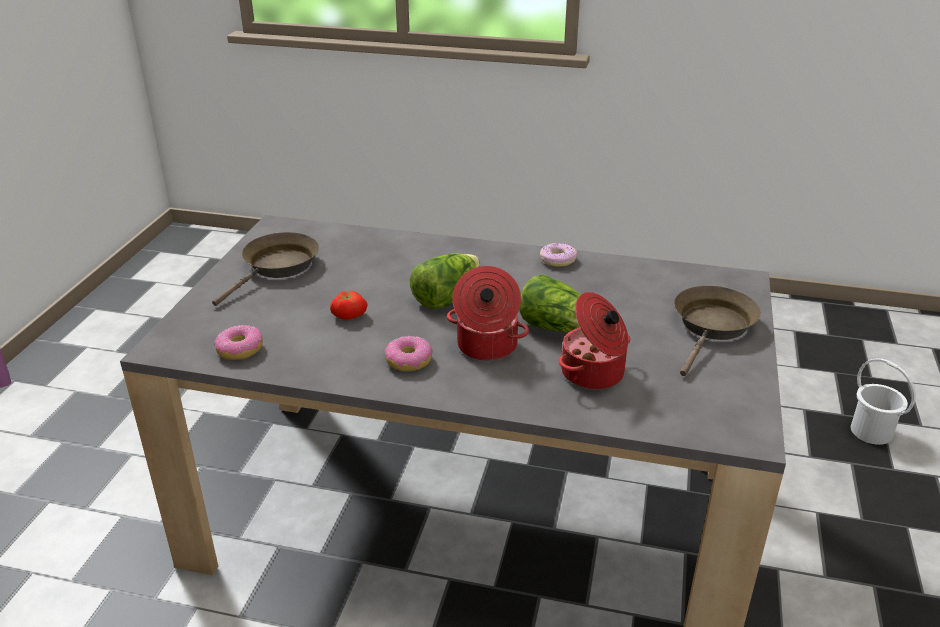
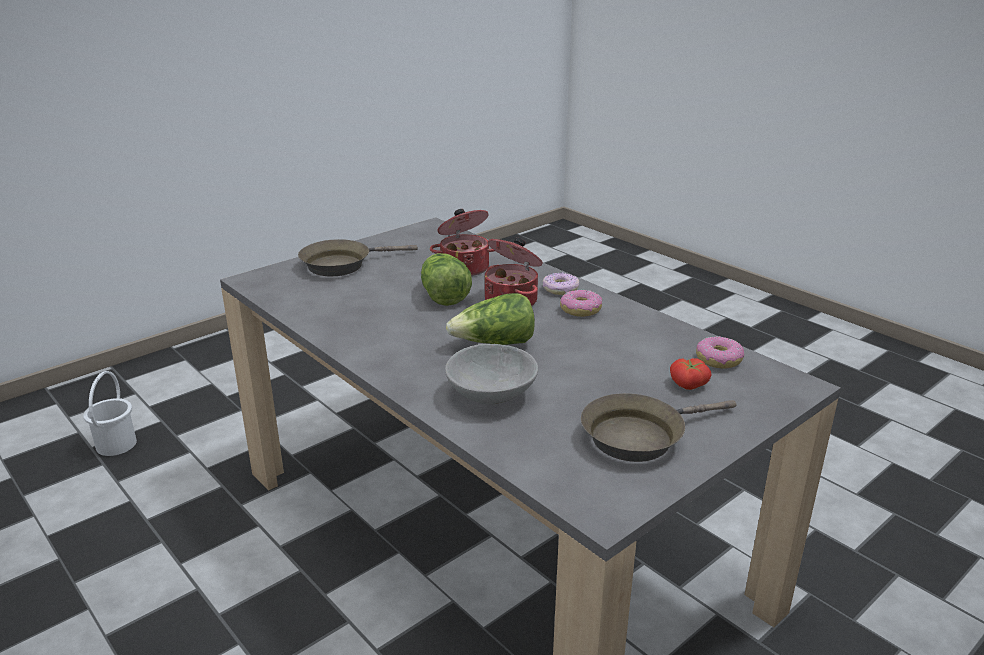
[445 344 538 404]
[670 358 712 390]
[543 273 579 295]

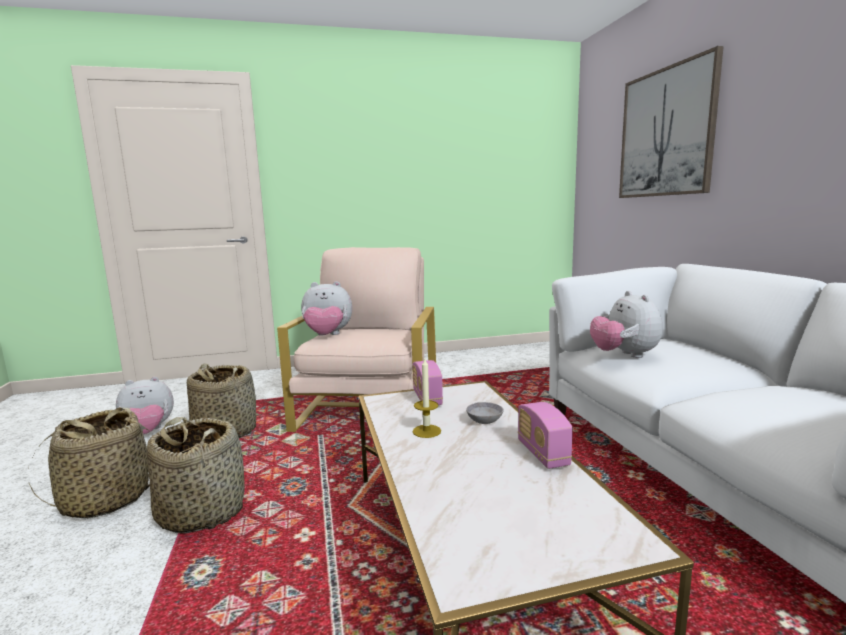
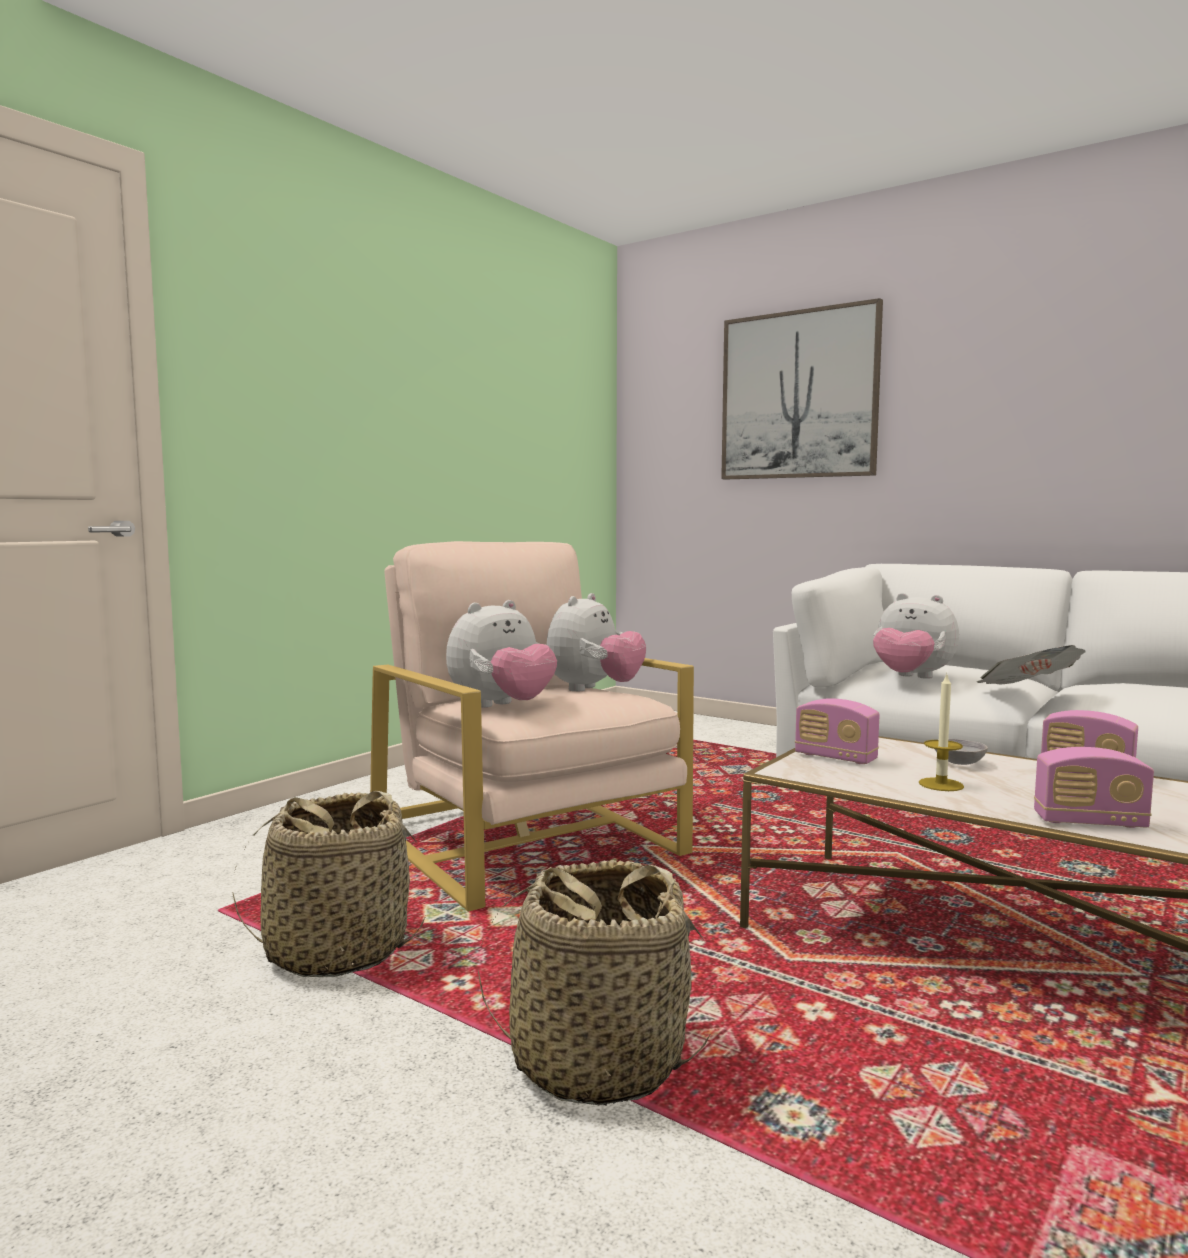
[28 407 150 519] (first image)
[977 645 1086 685]
[1034 747 1154 828]
[547 593 646 691]

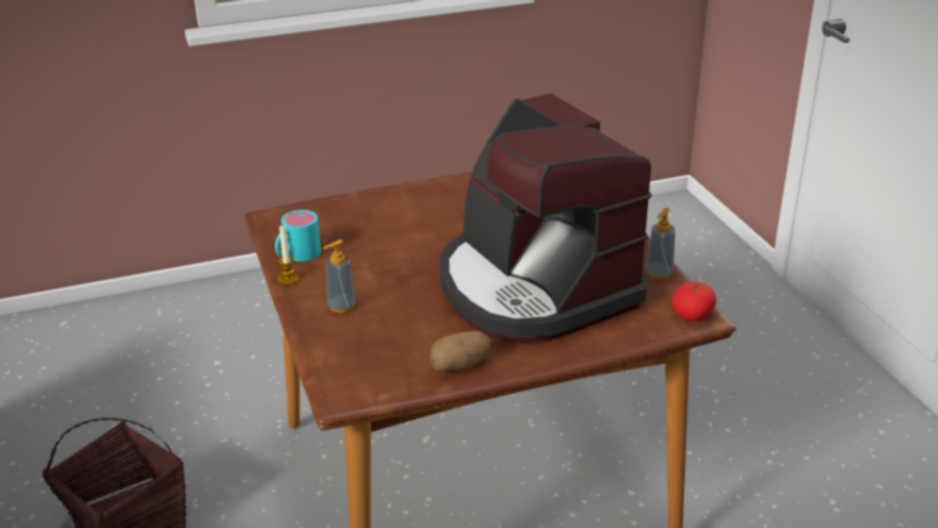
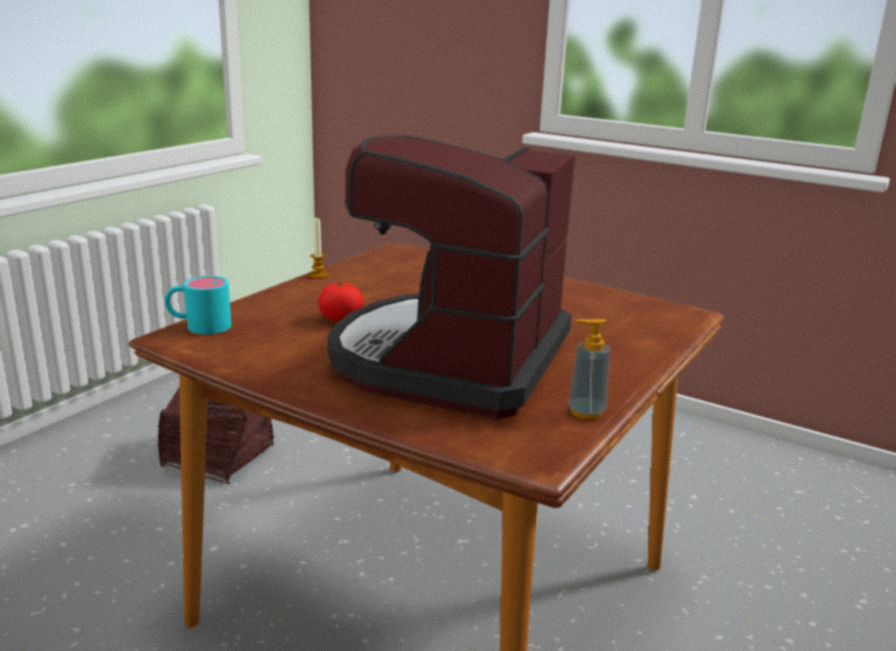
[323 240 356 313] (first image)
[430 331 491 372] (first image)
[164 276 231 334]
[318 282 364 322]

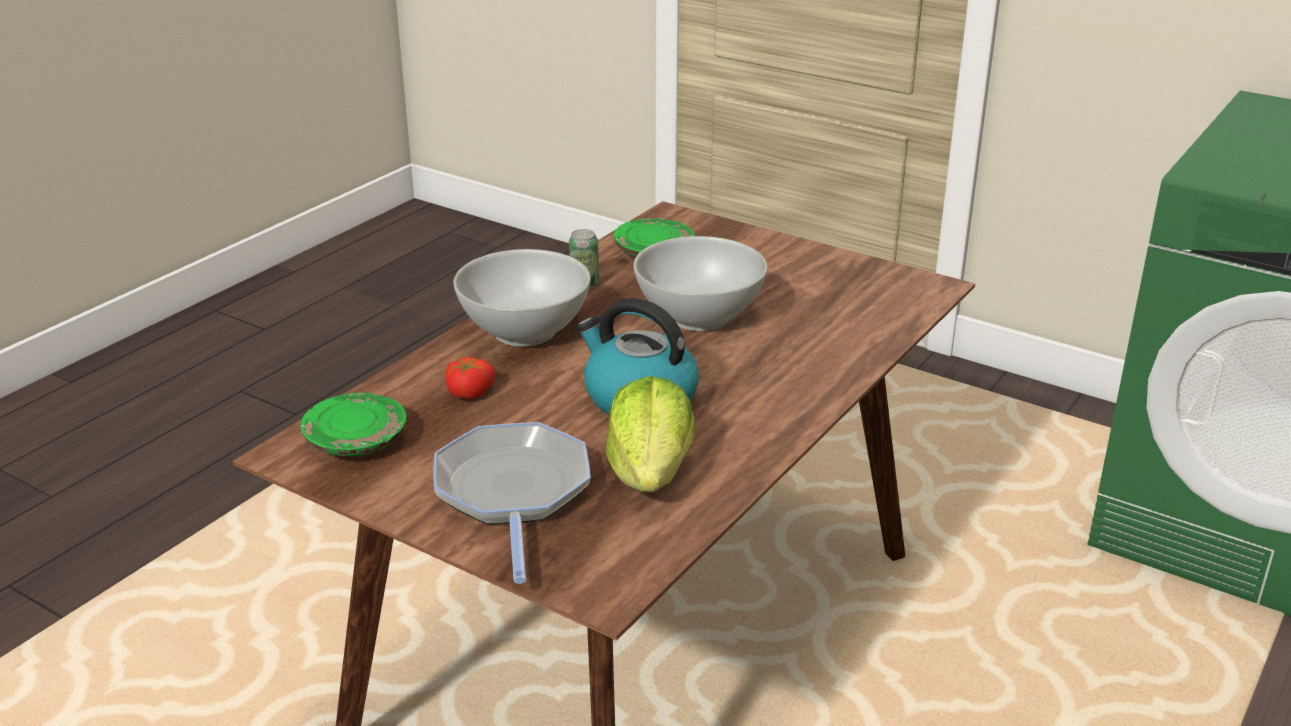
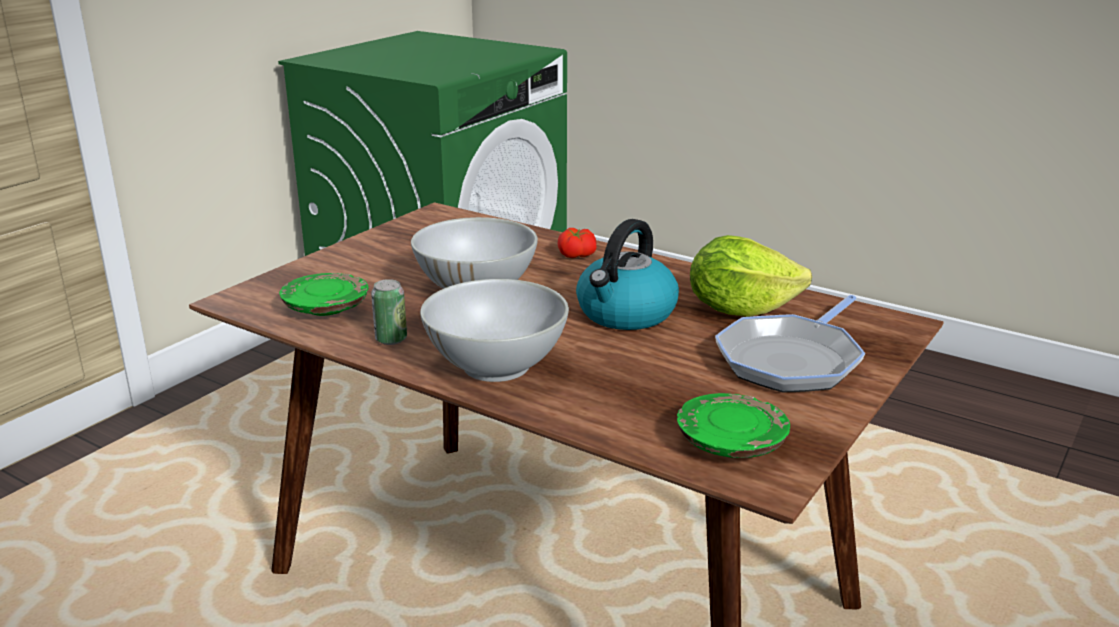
[558 228 596 258]
[715 295 865 392]

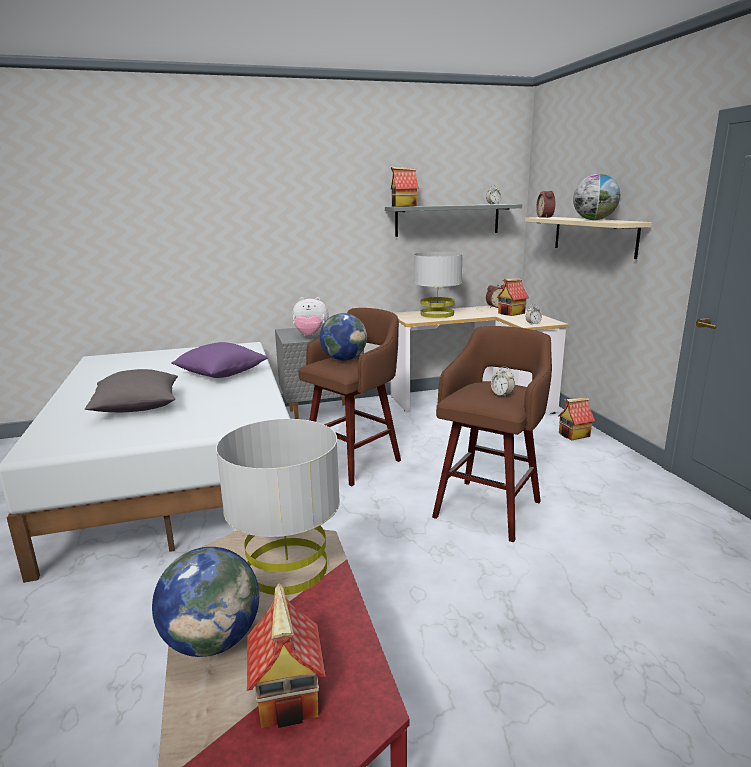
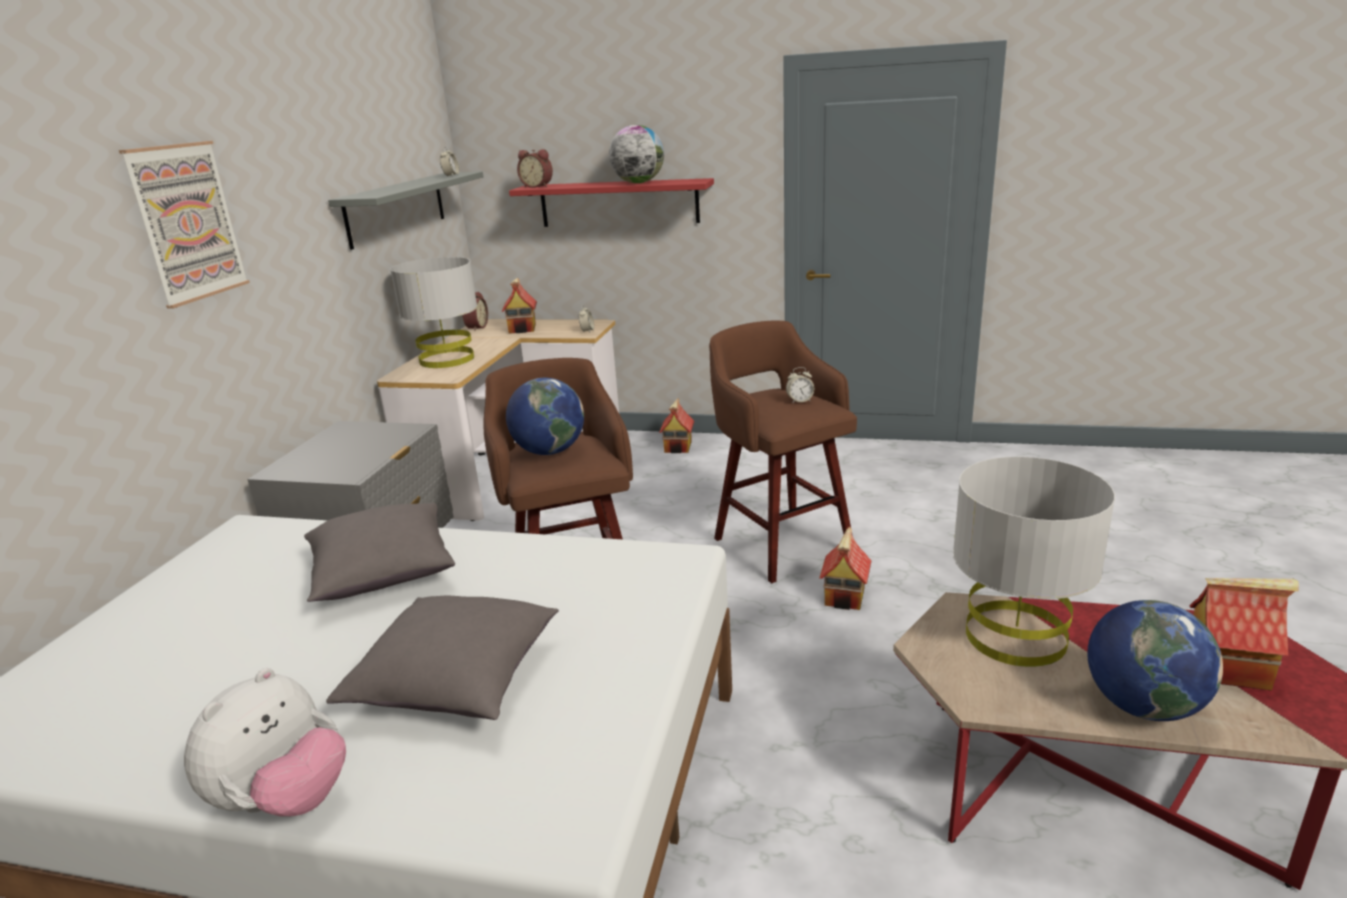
[119 141 250 308]
[184 668 346 817]
[819 527 871 610]
[304 503 455 602]
[509 178 714 227]

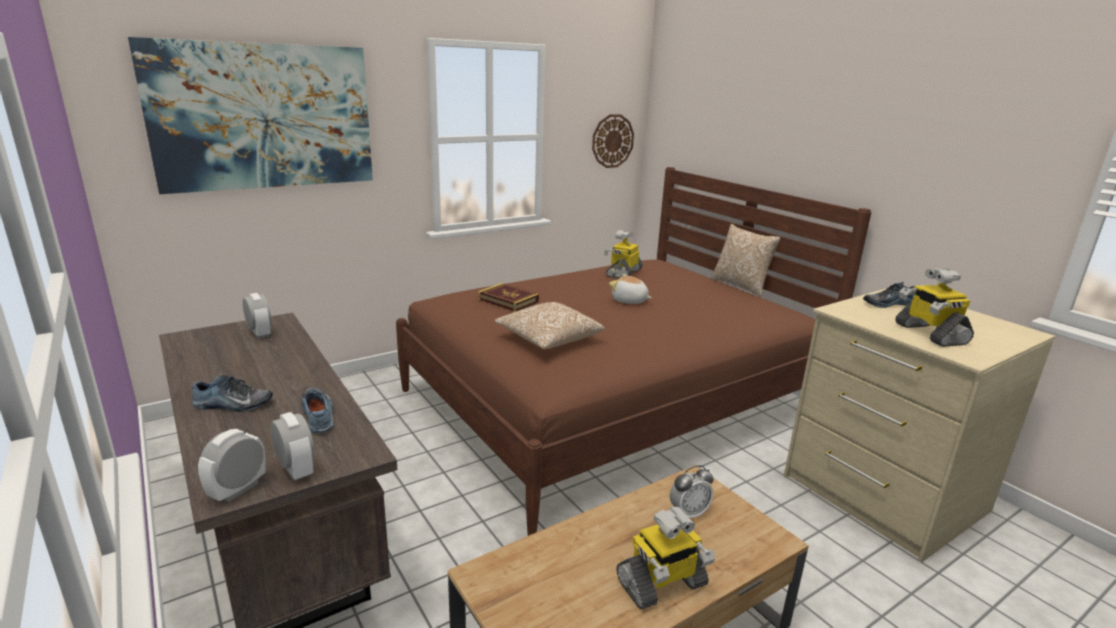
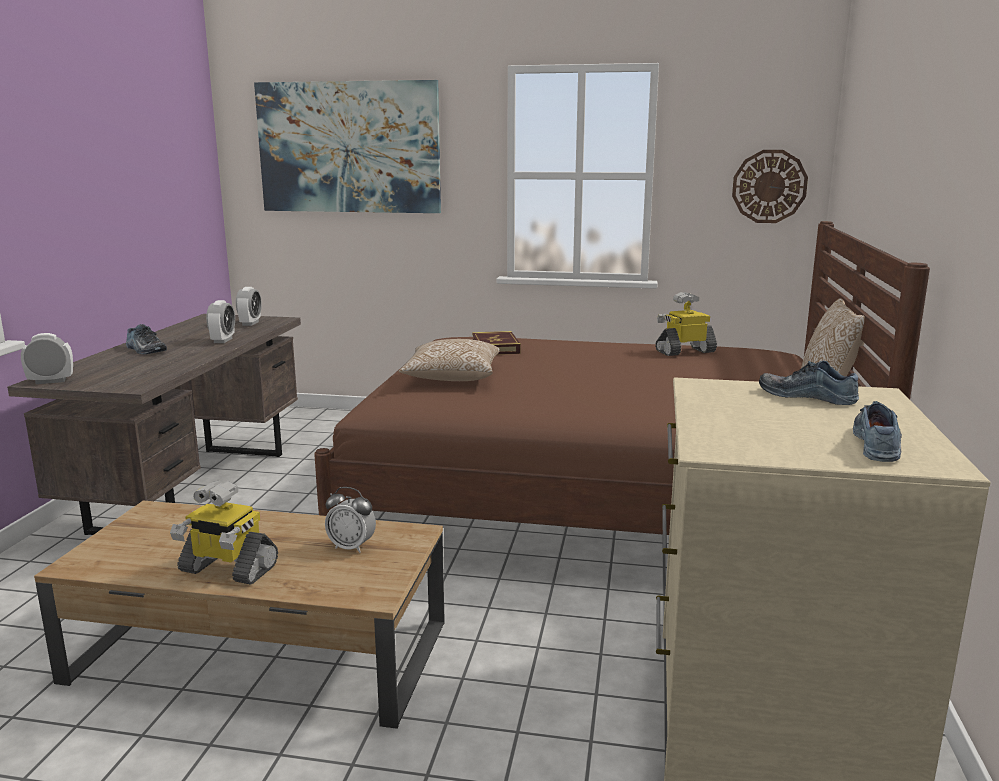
[609 274 652 304] (first image)
[895 269 974 347] (first image)
[206 300 235 343]
[853 401 902 462]

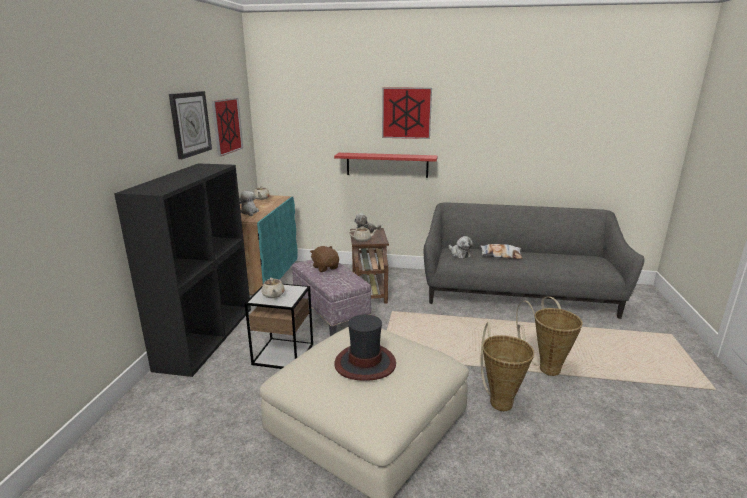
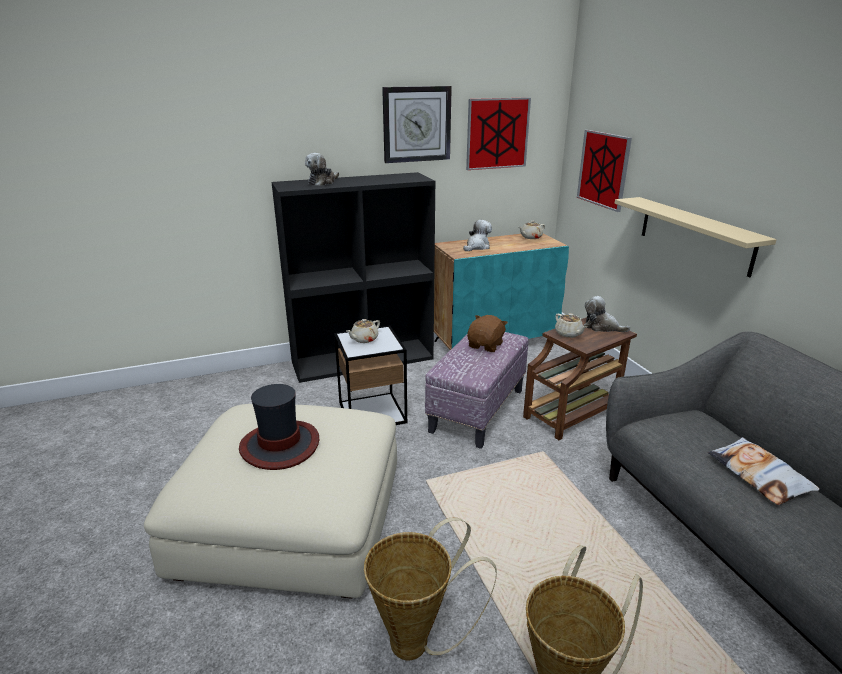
[577 130 632 212]
[305 153 339 186]
[615 197 777 277]

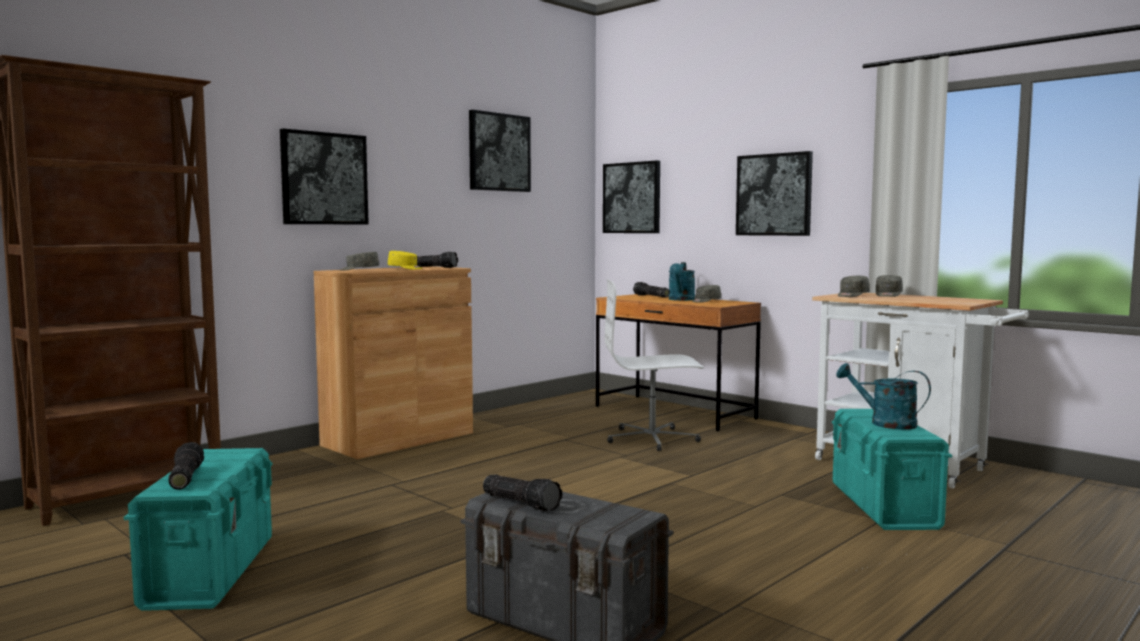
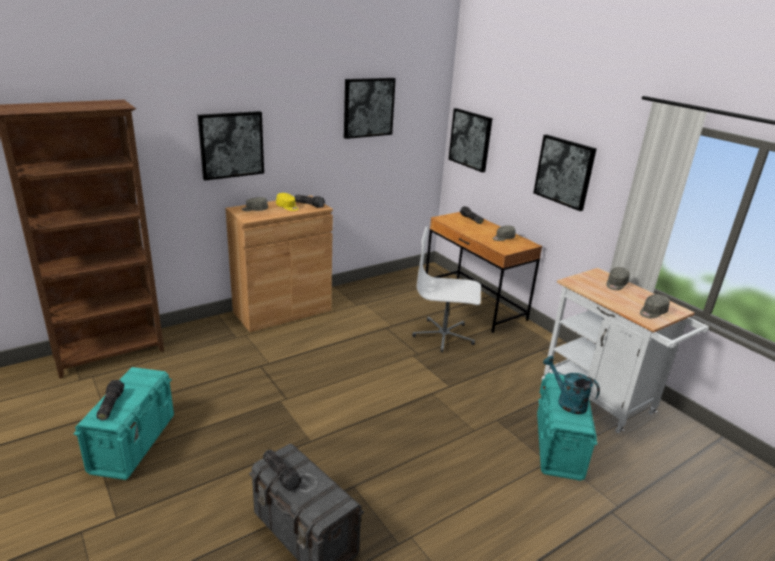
[669 262 695 301] (first image)
[640 294 670 318]

